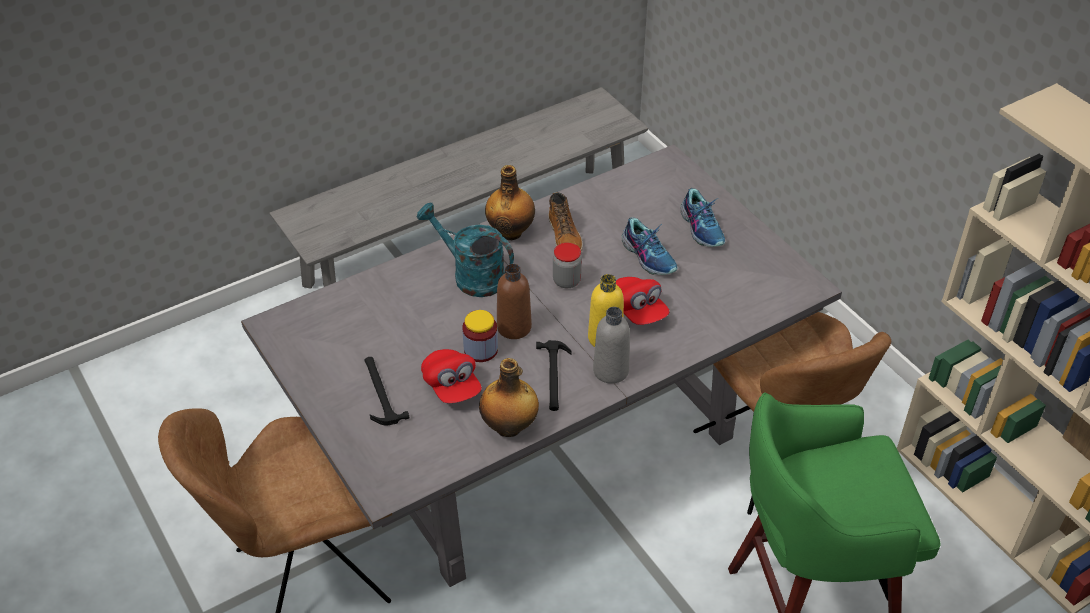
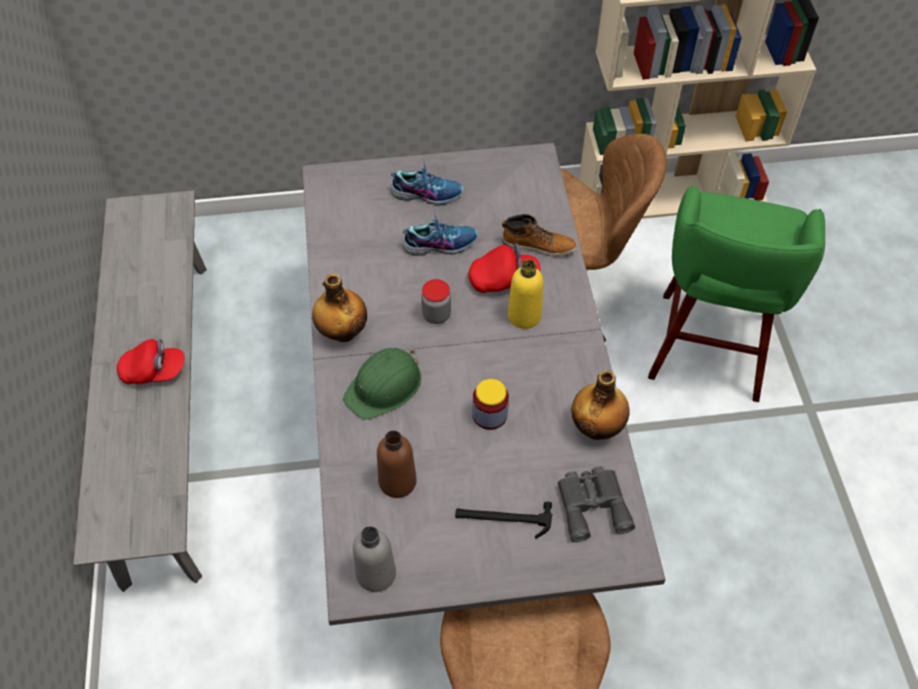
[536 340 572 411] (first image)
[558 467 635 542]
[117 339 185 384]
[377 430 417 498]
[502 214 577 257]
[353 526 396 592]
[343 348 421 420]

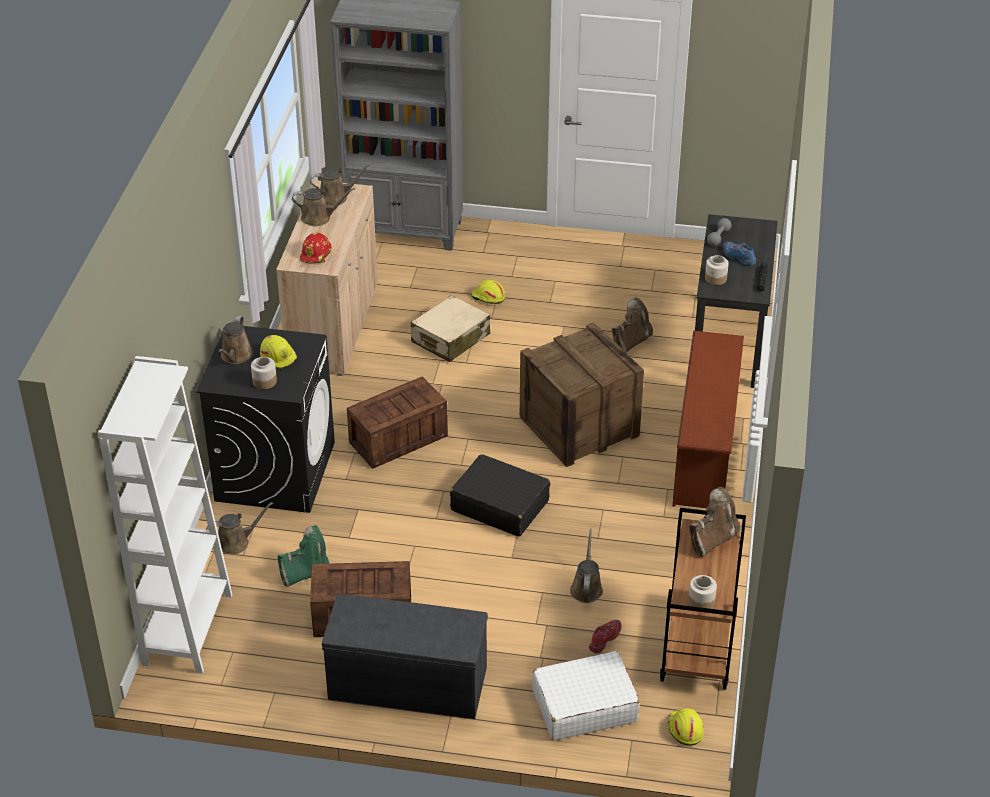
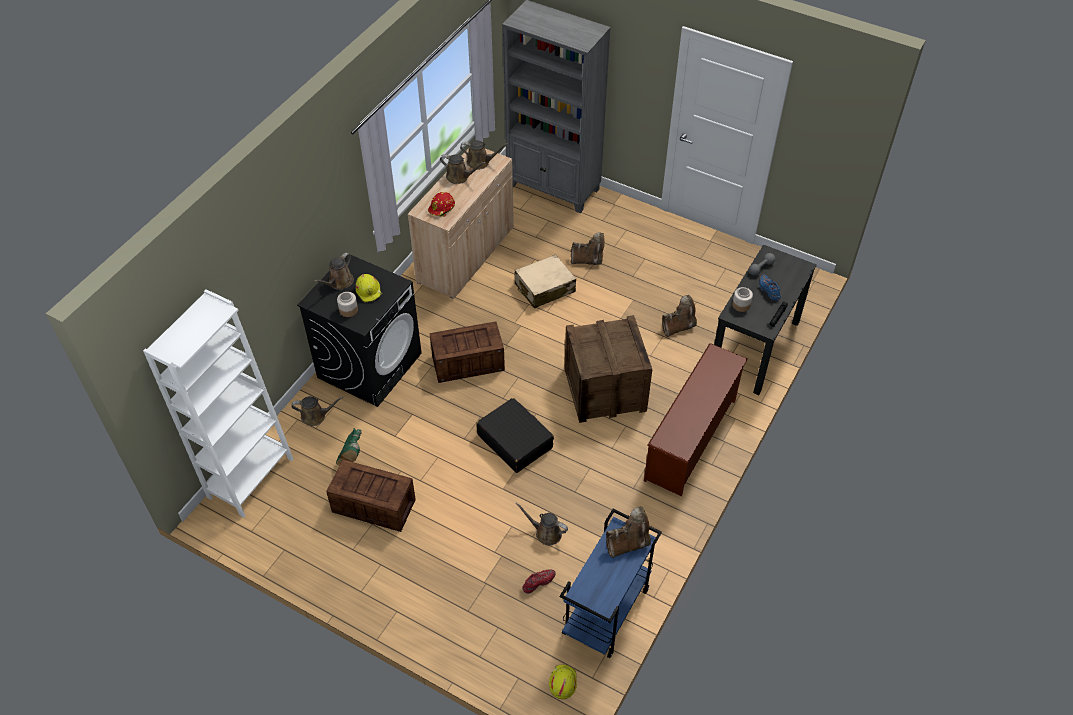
[322 594 488 719] (first image)
[532 651 640 740] (first image)
[688 575 717 609] (first image)
[571 232 605 265]
[560 509 662 658]
[336 428 362 466]
[515 502 568 545]

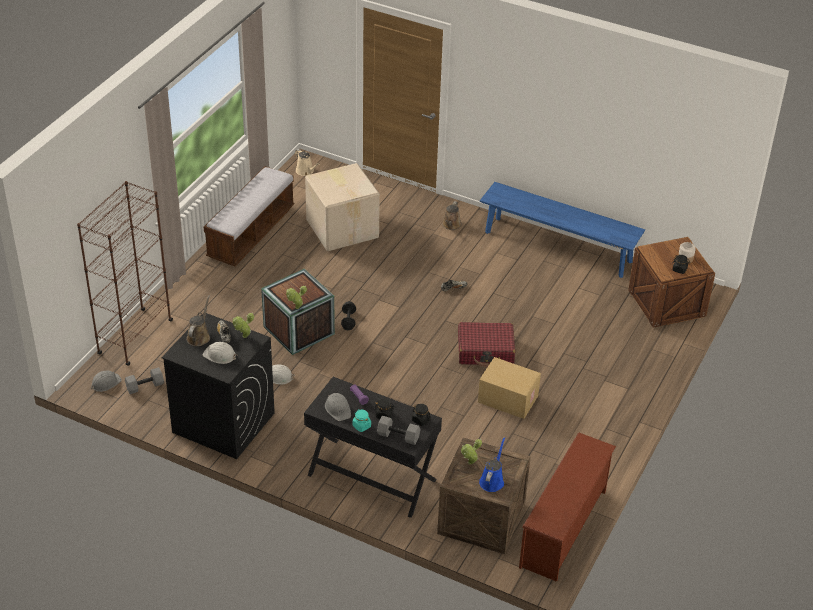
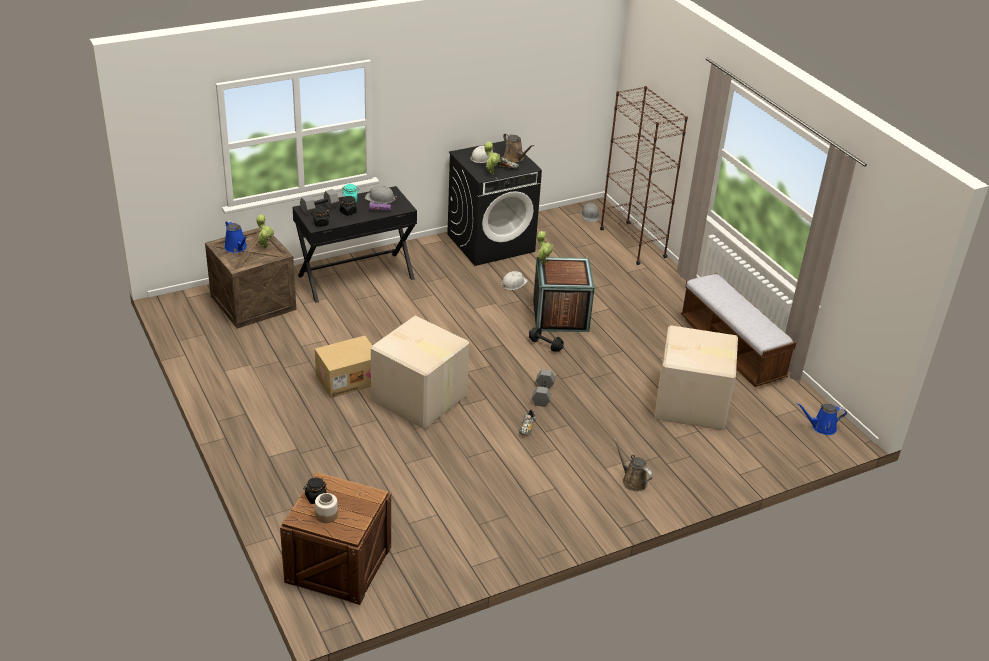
[480 182 645 278] (first image)
[519 432 616 582] (first image)
[532 369 555 407]
[371 315 469 429]
[796 403 847 435]

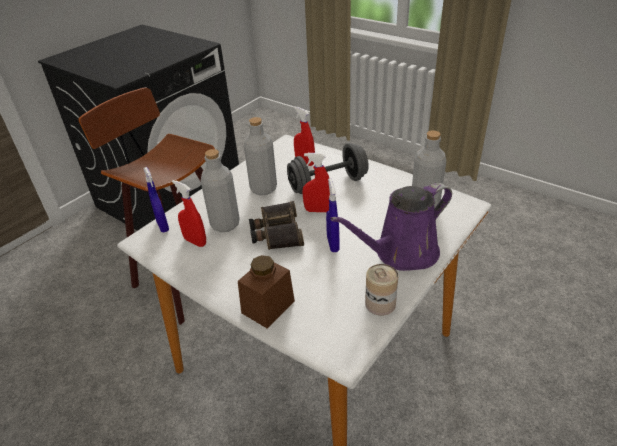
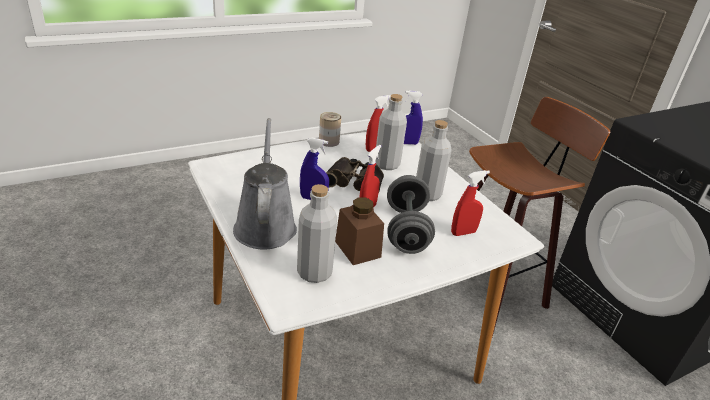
[335 197 384 265]
[319 112 341 147]
[233 118 297 250]

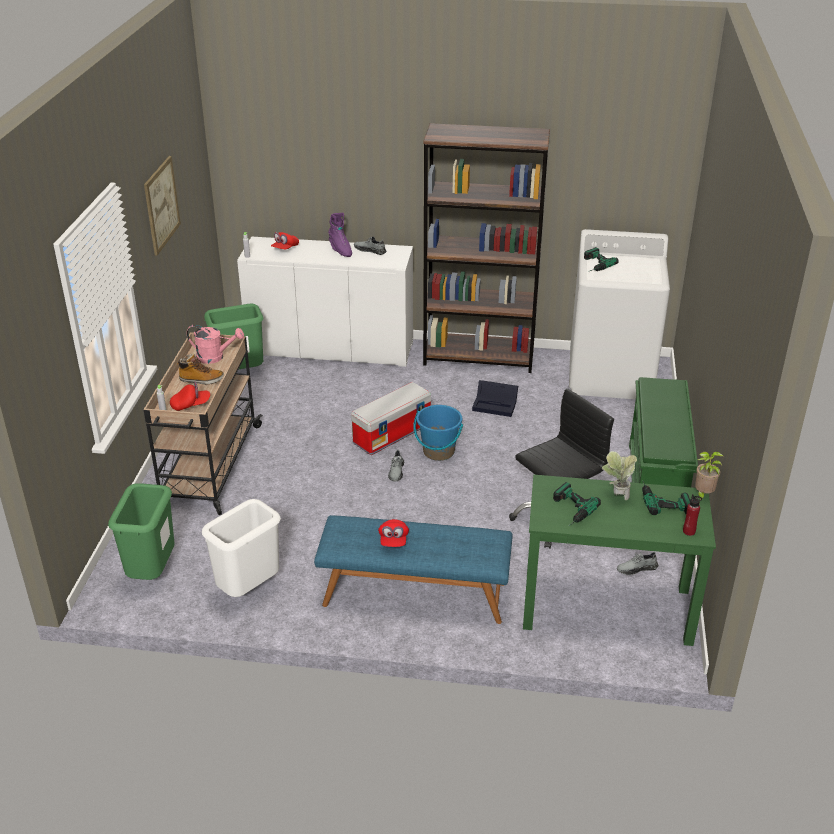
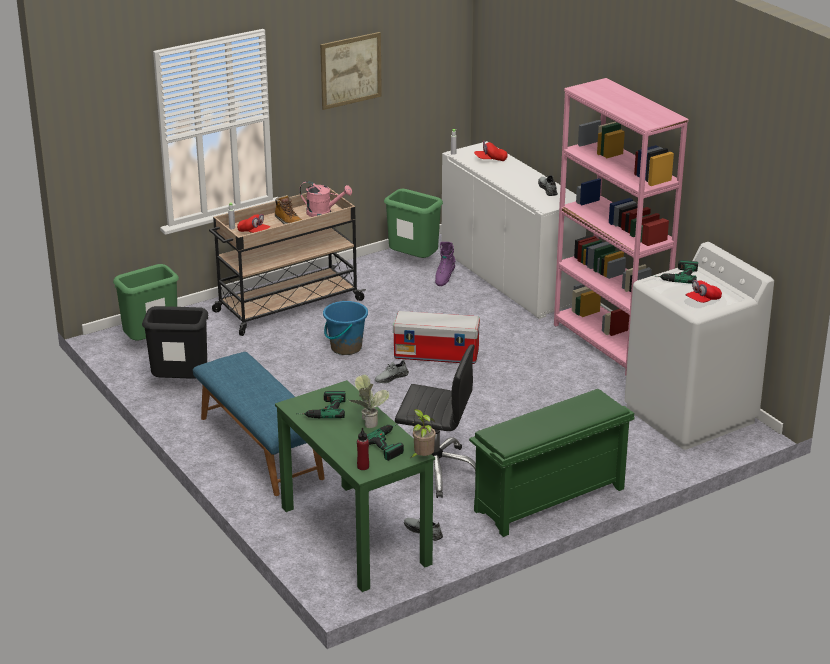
[472 380 518 417] (first image)
[435 242 455 286]
[686 280 722 303]
[323 300 368 355]
[142 306 209 379]
[554 78 689 376]
[299 181 352 217]

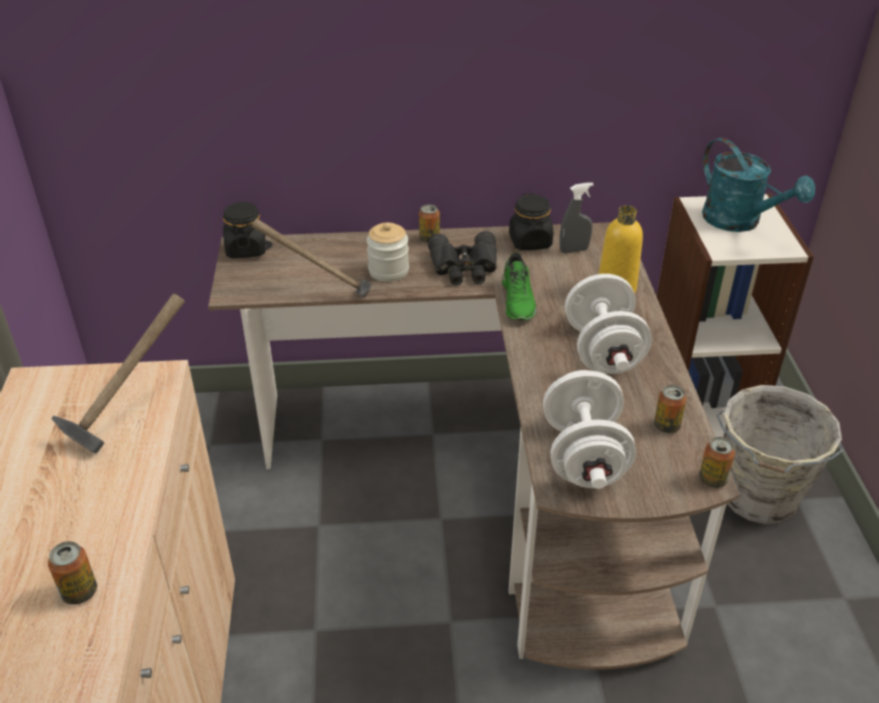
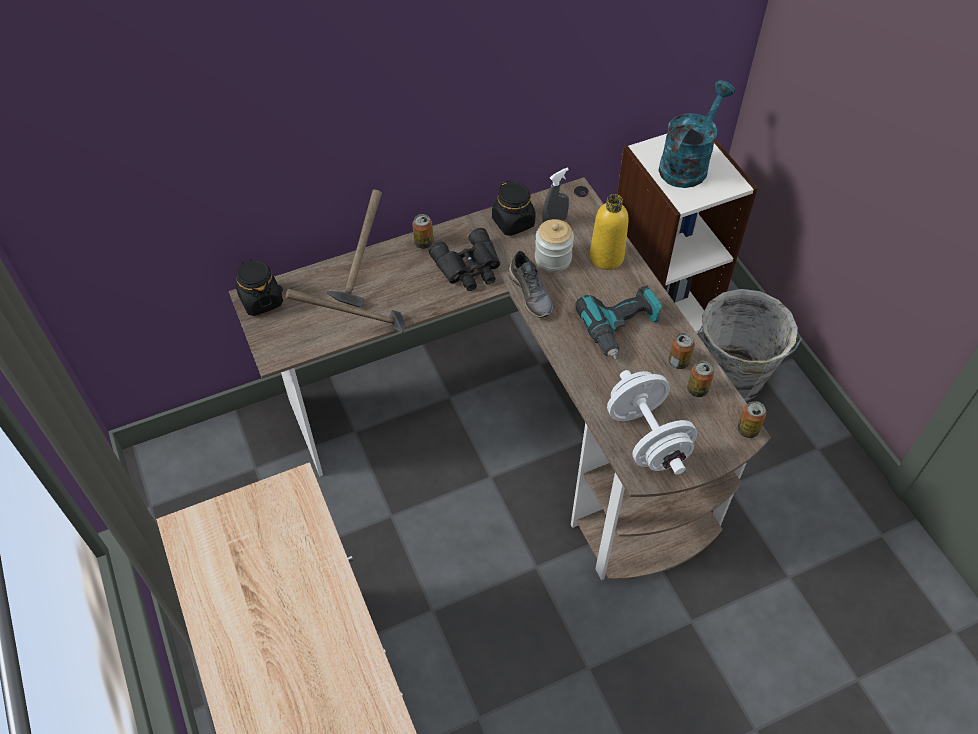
[668 333 695 369]
[326 189 382 308]
[535 219 574 272]
[575 285 662 360]
[509 251 553 318]
[658 80 735 188]

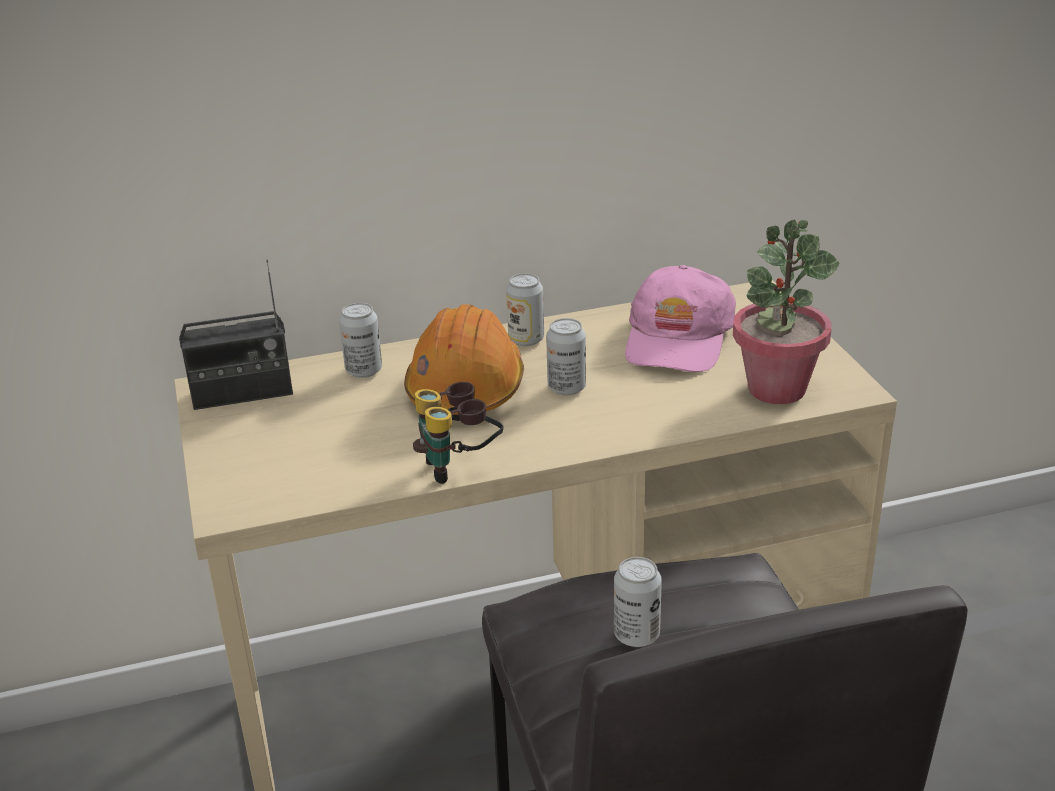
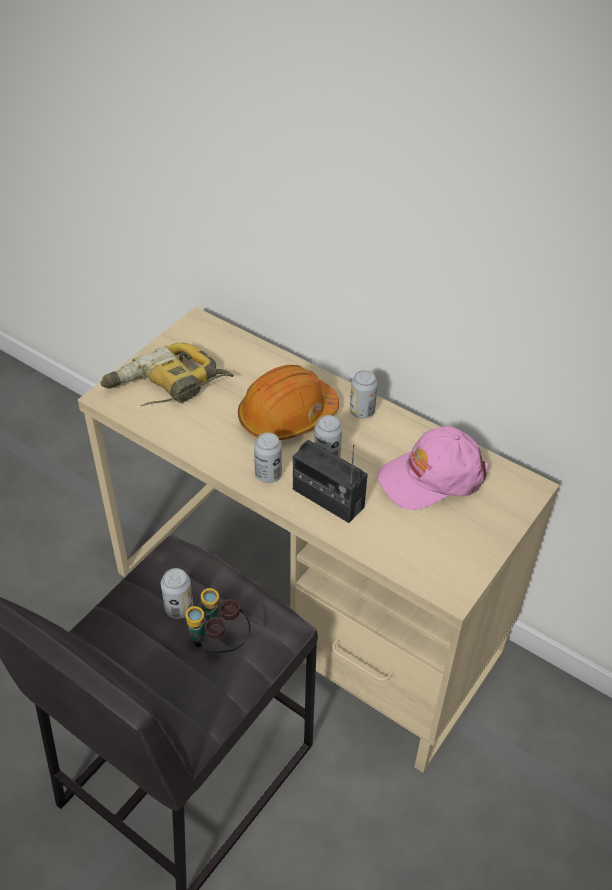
[733 220 839 404] (first image)
[100 343 234 407]
[293 440 368 523]
[254 433 282 483]
[185 588 251 653]

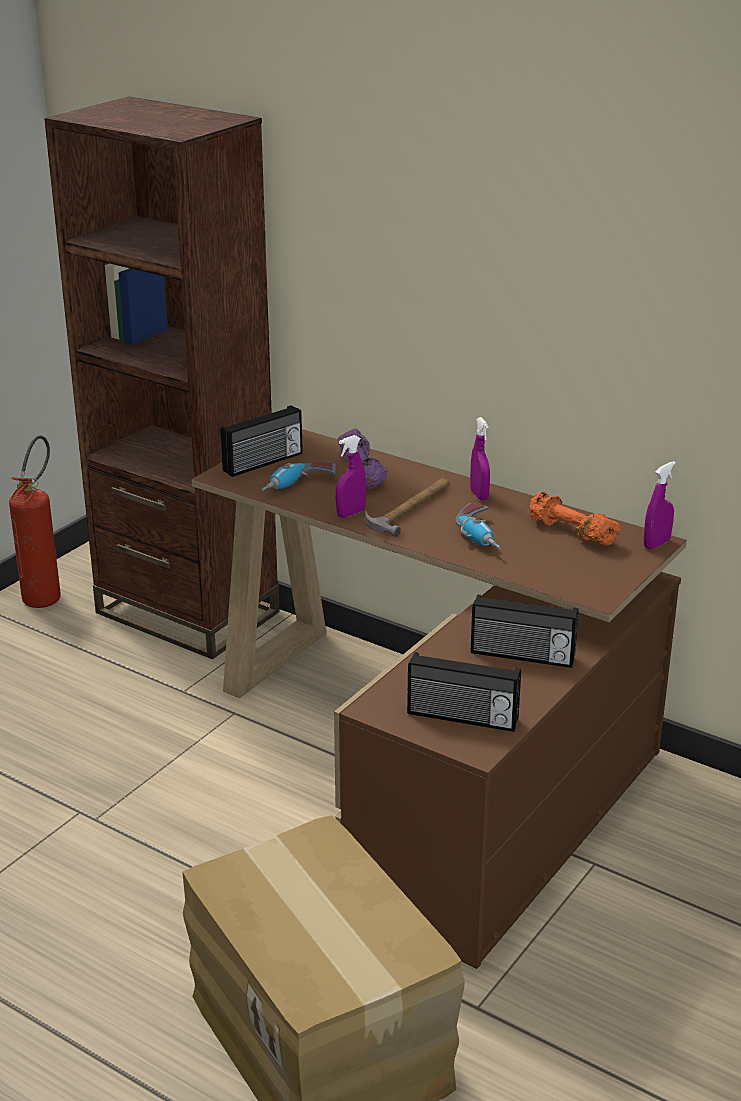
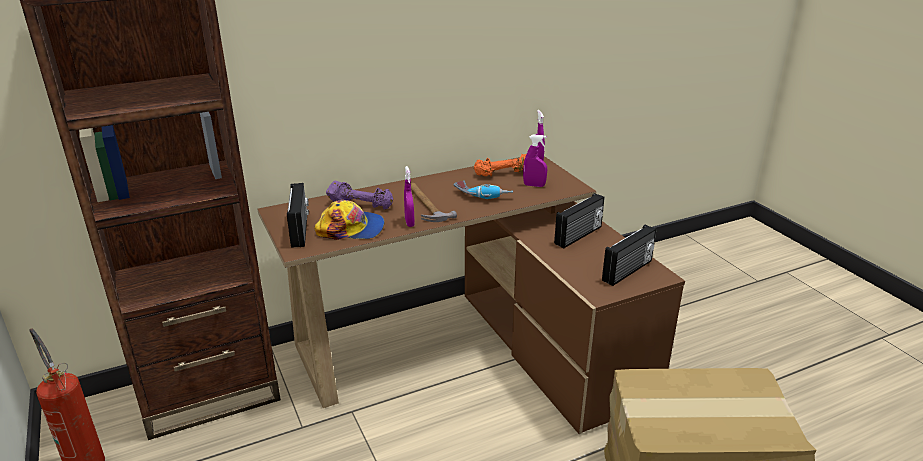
[523 135 547 187]
[314 200 385 240]

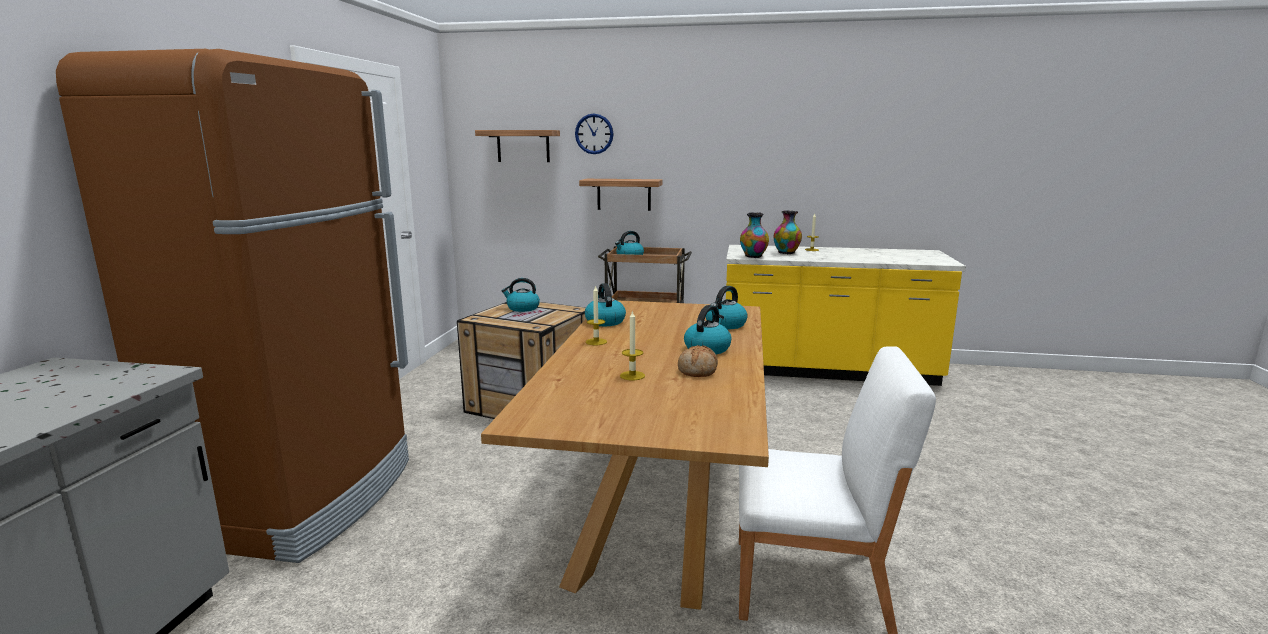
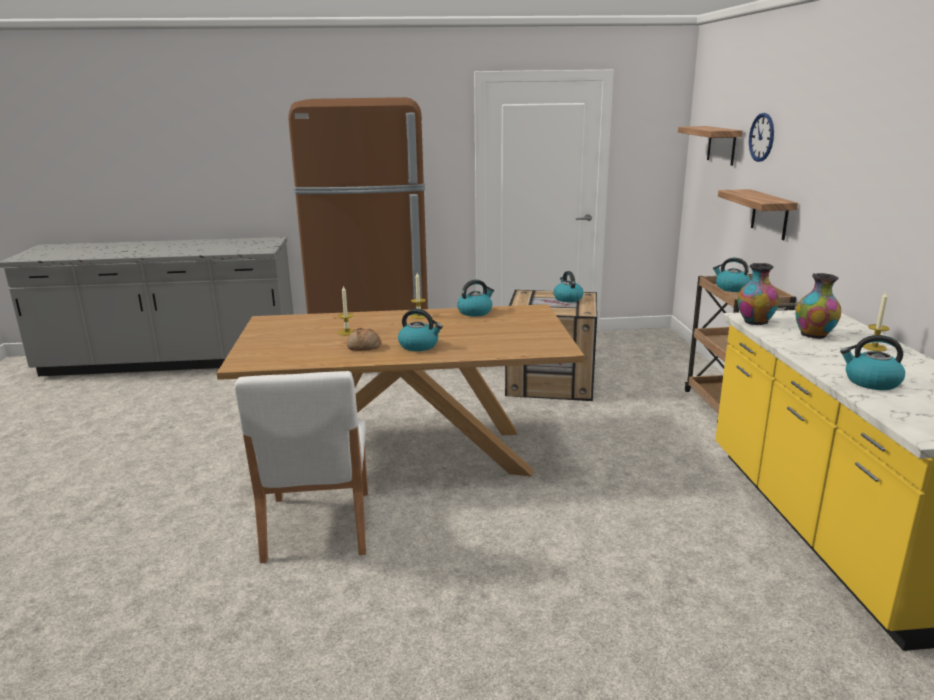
[840 335 905 390]

